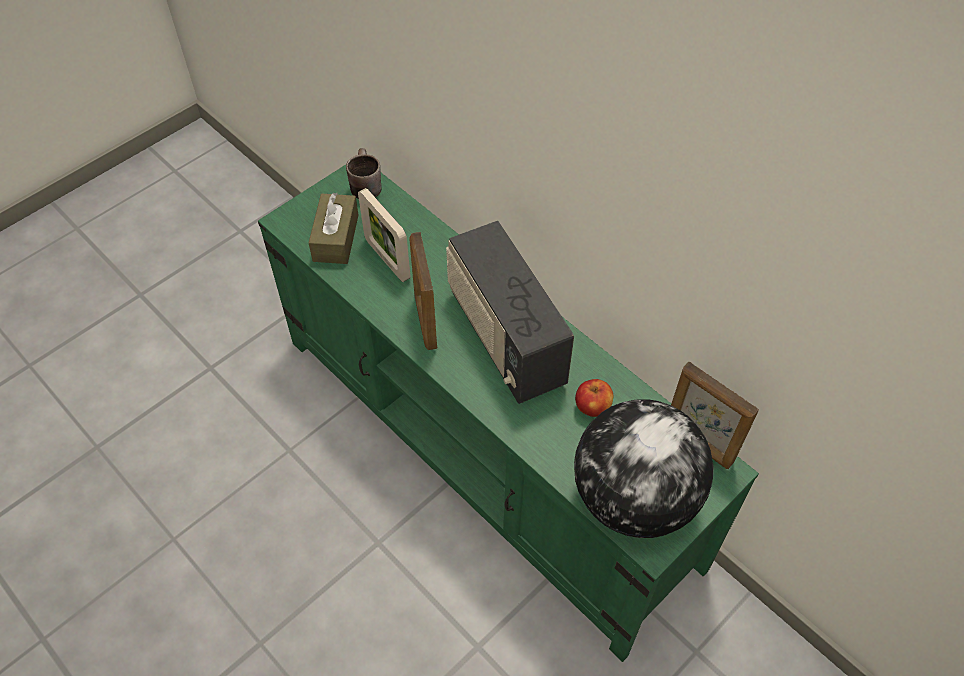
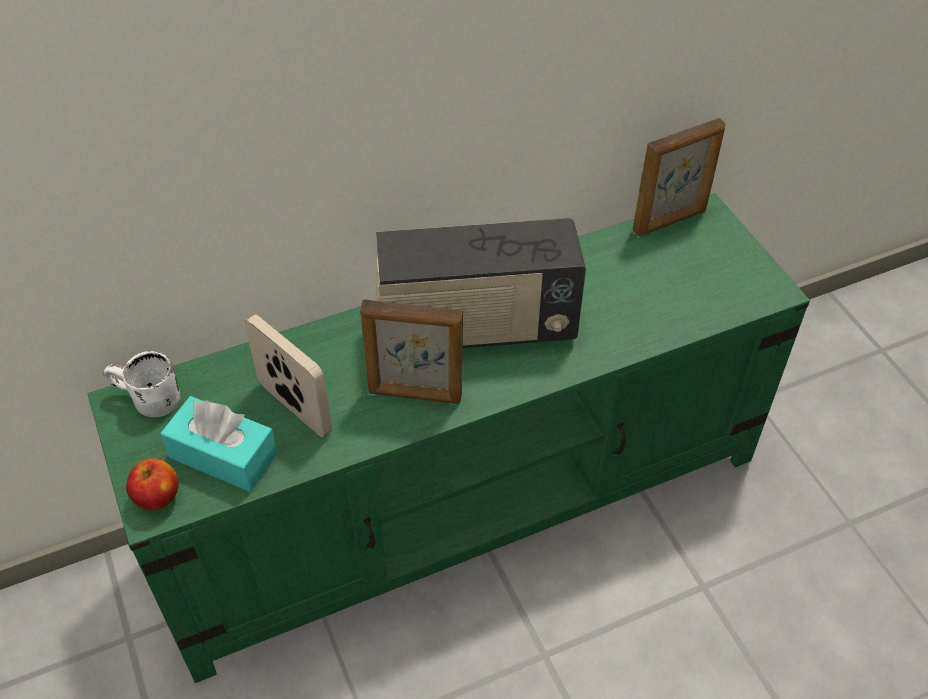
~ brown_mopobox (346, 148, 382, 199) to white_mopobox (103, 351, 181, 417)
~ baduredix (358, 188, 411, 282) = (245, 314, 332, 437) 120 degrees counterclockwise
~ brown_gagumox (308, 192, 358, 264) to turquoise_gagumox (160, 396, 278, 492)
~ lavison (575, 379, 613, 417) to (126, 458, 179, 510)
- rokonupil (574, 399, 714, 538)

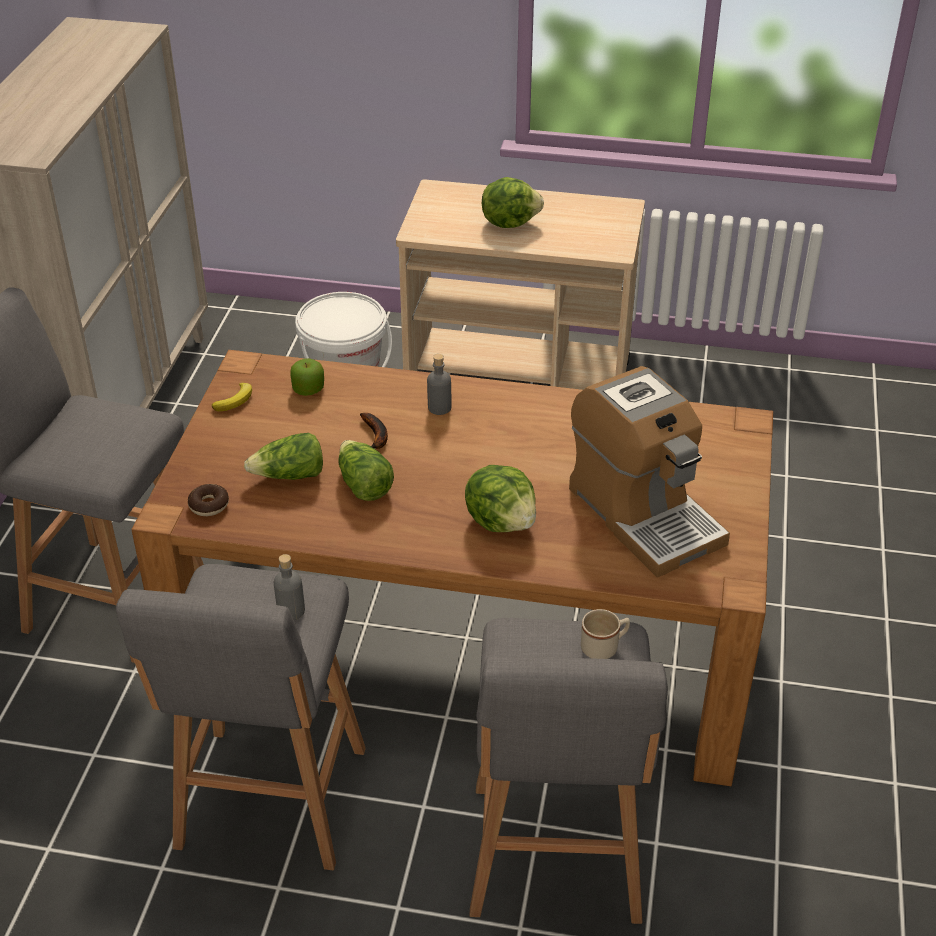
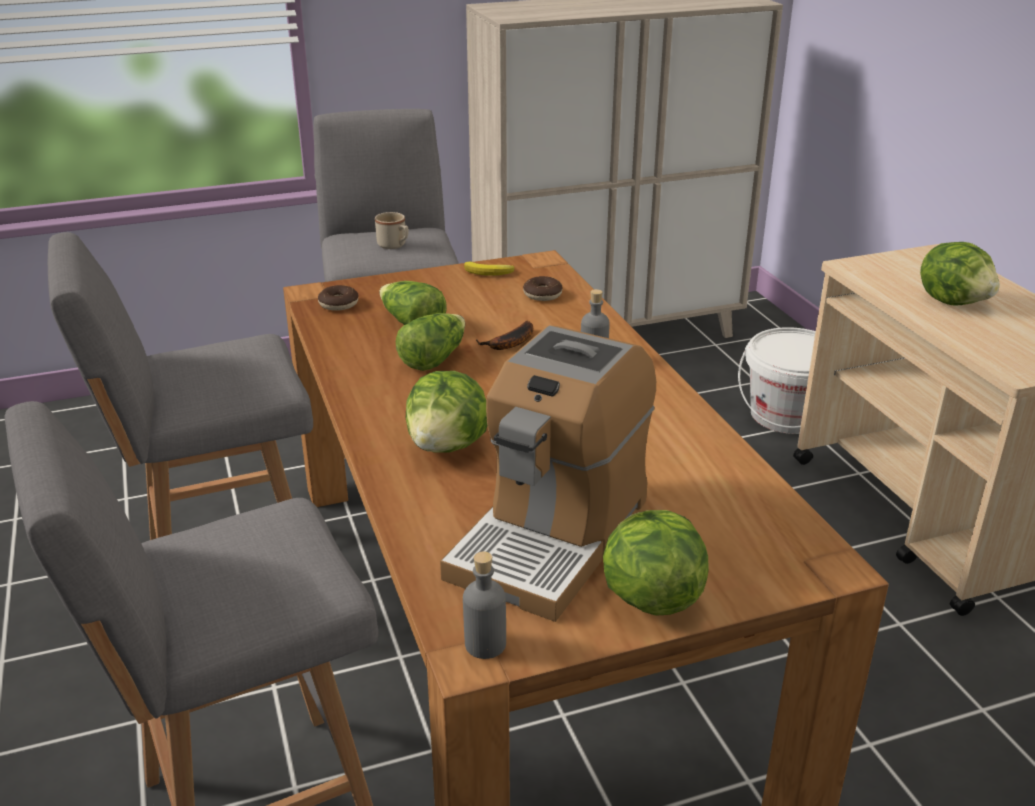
~ lavison (290, 358, 324, 396) to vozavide (523, 276, 563, 301)
~ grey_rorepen (274, 554, 305, 620) to (463, 551, 506, 659)
~ beige_mopobox (581, 609, 630, 659) to (375, 212, 408, 249)
+ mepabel (603, 510, 709, 616)

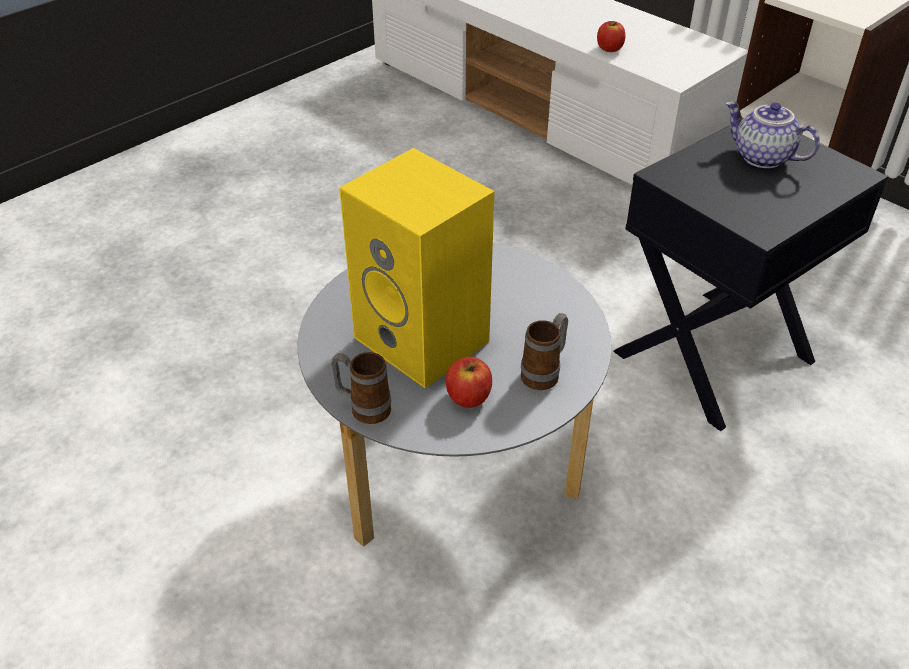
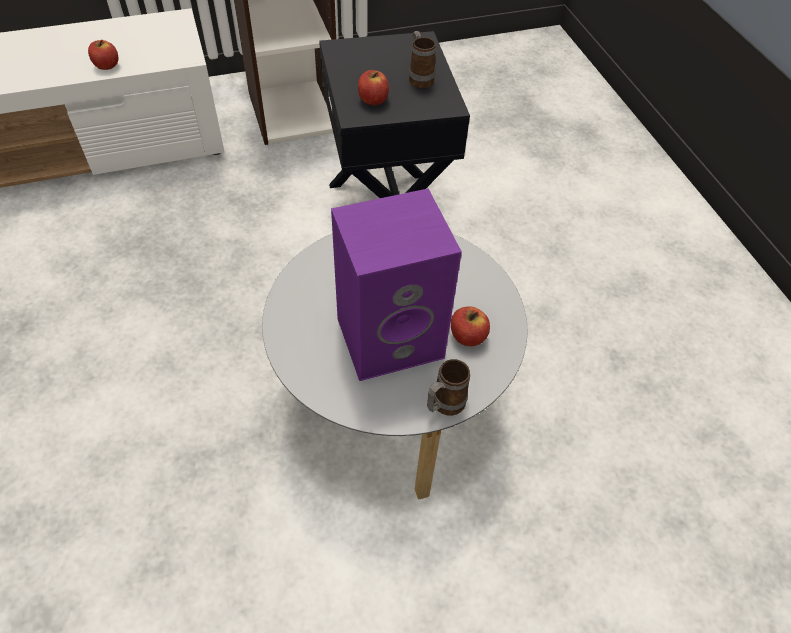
- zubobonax (725, 101, 820, 168)
~ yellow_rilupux (339, 148, 495, 388) to purple_rilupux (331, 188, 462, 381)
~ mopobox (521, 313, 568, 390) to (409, 31, 436, 89)
+ lavison (358, 70, 389, 105)

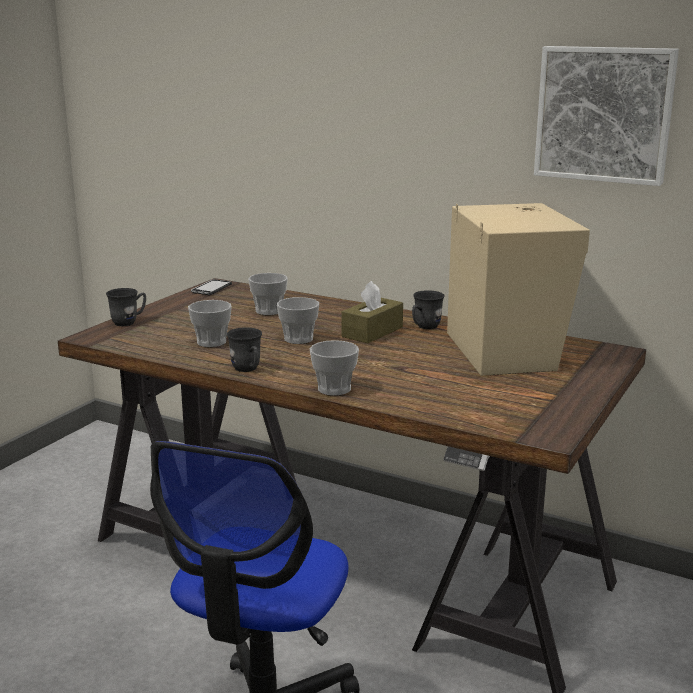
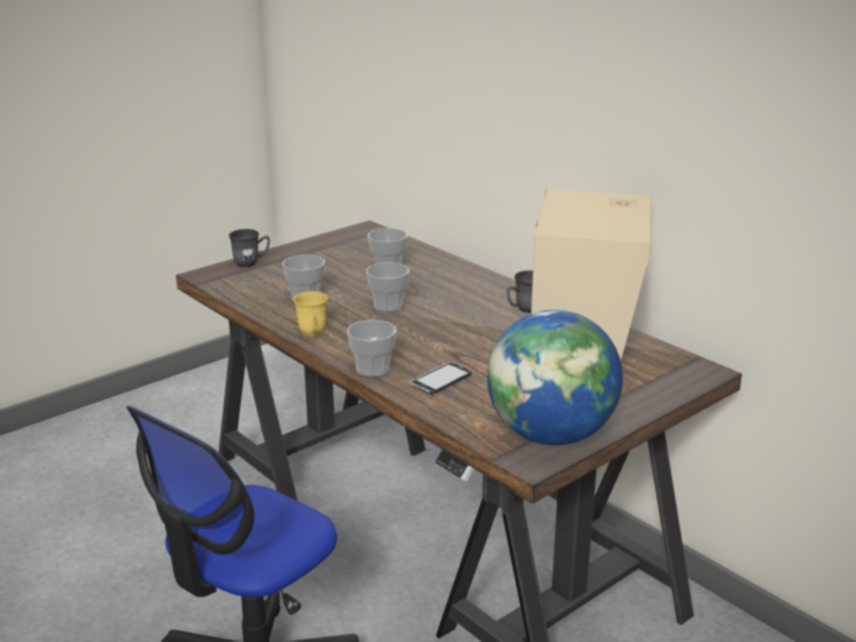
- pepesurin (534, 46, 679, 186)
~ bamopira (191, 279, 232, 295) to (410, 362, 472, 395)
- brown_gagumox (342, 281, 403, 344)
~ grey_mopobox (227, 327, 262, 372) to yellow_mopobox (293, 291, 328, 336)
+ rokonupil (487, 310, 623, 445)

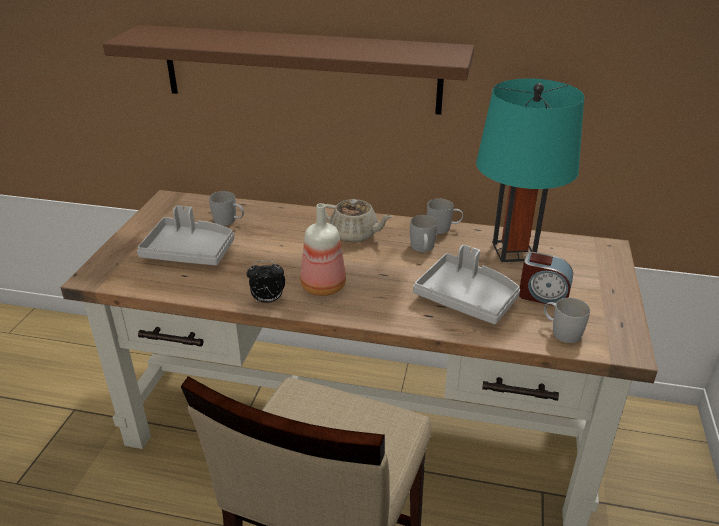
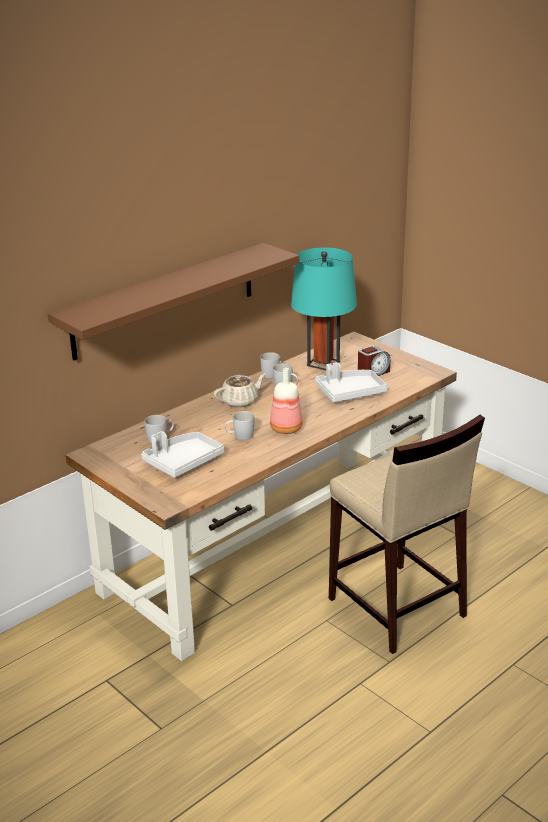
- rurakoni (247, 260, 285, 303)
~ white_mopobox (544, 298, 590, 343) to (225, 411, 255, 440)

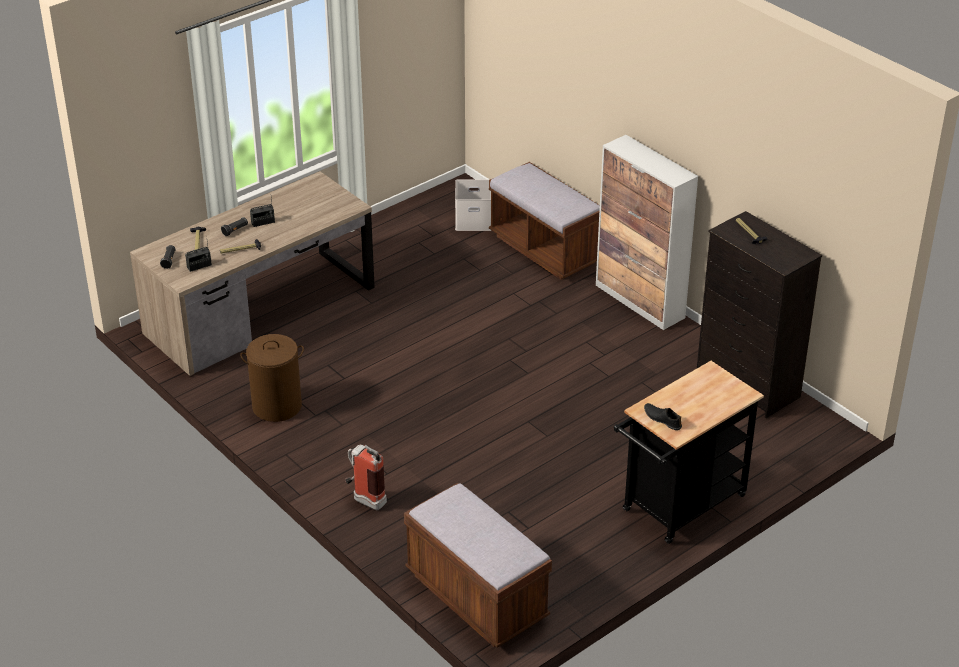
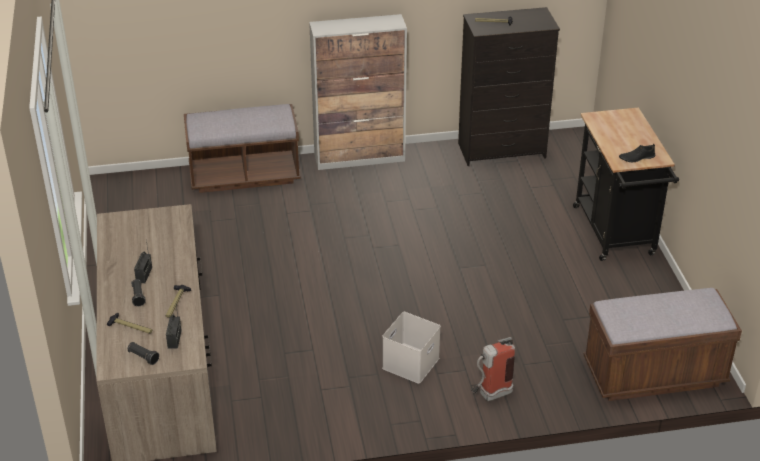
~ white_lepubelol (455, 180, 492, 231) to (382, 312, 441, 384)
- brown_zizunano (240, 334, 304, 422)

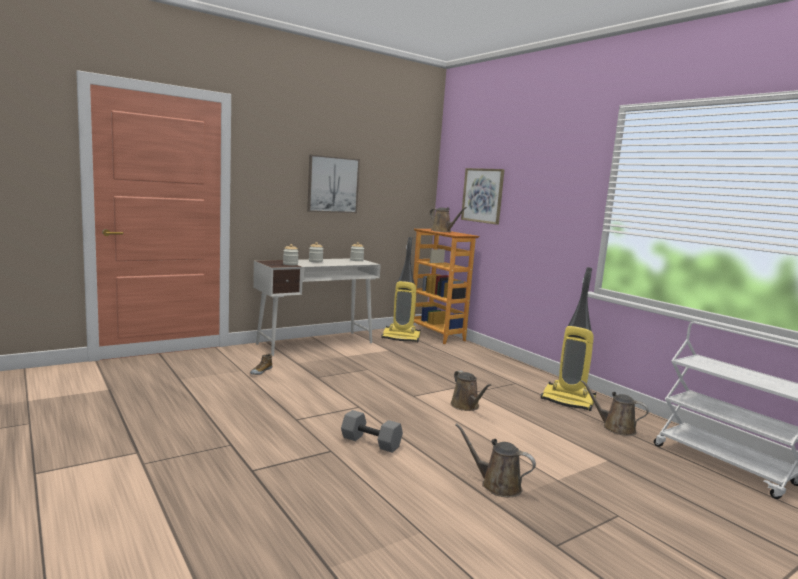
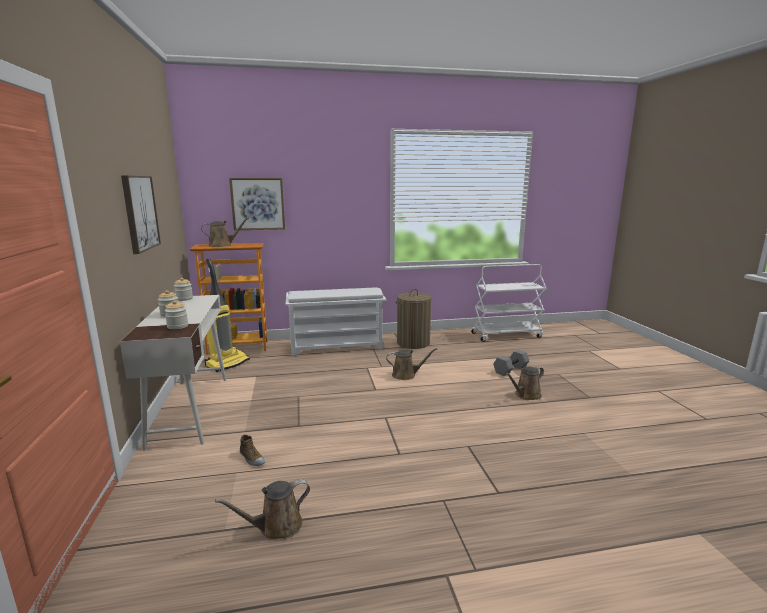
~ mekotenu (541, 267, 596, 411) to zizunano (396, 289, 432, 349)
~ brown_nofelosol (581, 380, 649, 436) to (215, 479, 310, 539)
~ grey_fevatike (341, 410, 403, 453) to (493, 350, 529, 376)
+ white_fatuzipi (286, 287, 386, 356)

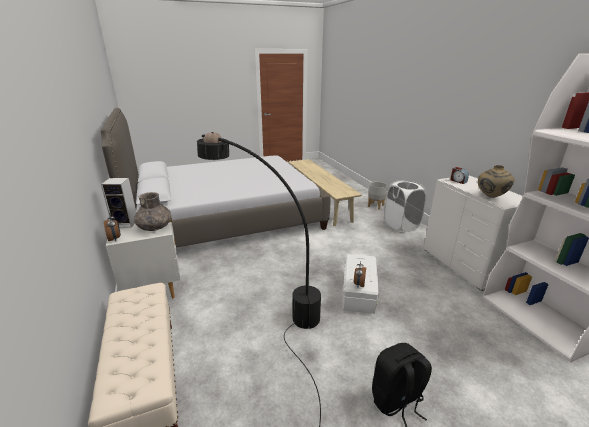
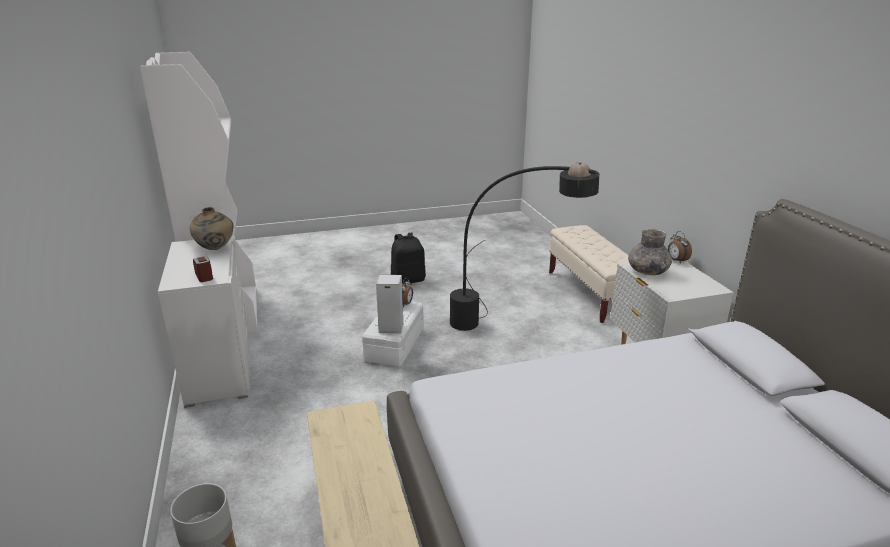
~ rilupux (101, 178, 137, 228) to (376, 274, 403, 333)
- white_zizunano (384, 180, 426, 232)

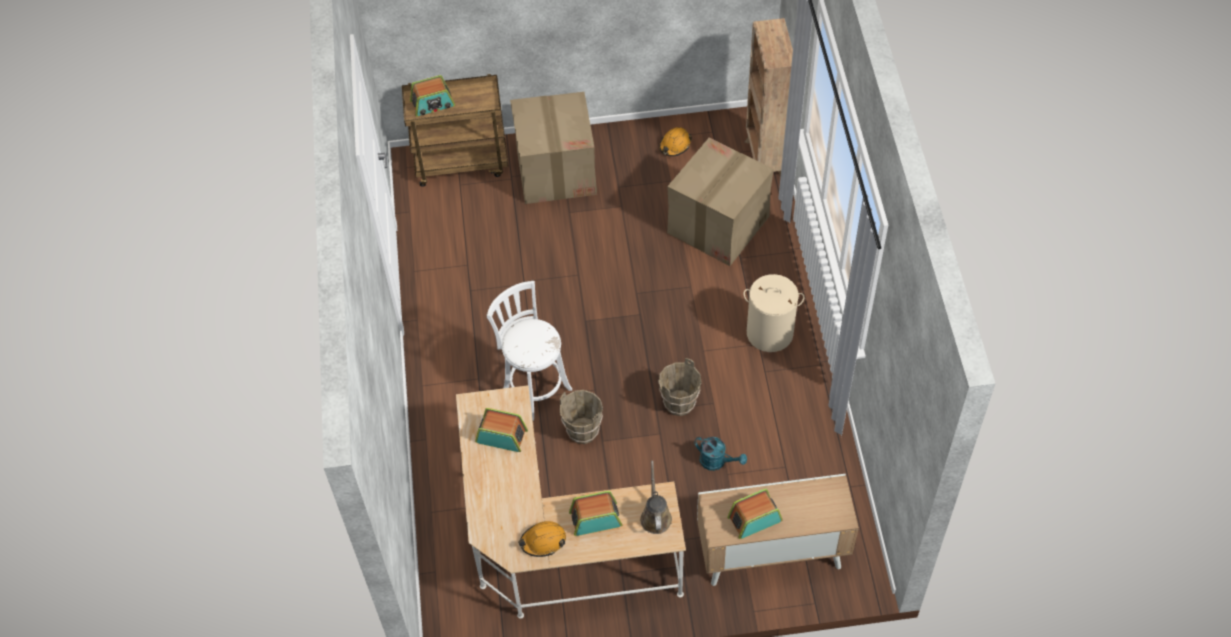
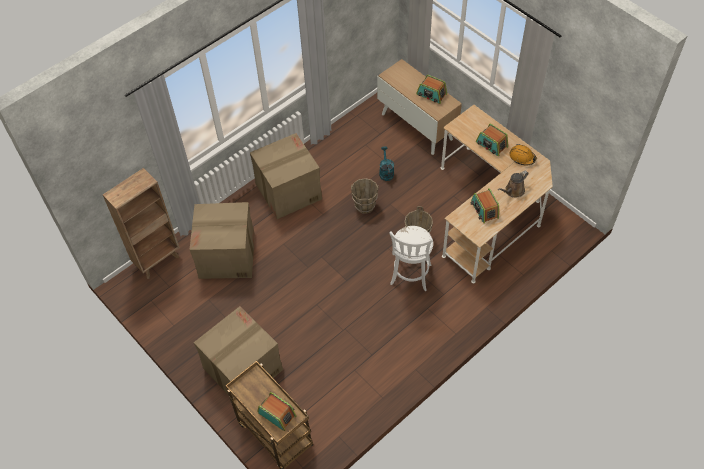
- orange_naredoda (659, 127, 692, 156)
~ beige_zizunano (744, 274, 804, 352) to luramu (250, 133, 322, 219)
~ brown_nofelosol (640, 461, 672, 534) to (497, 171, 529, 198)

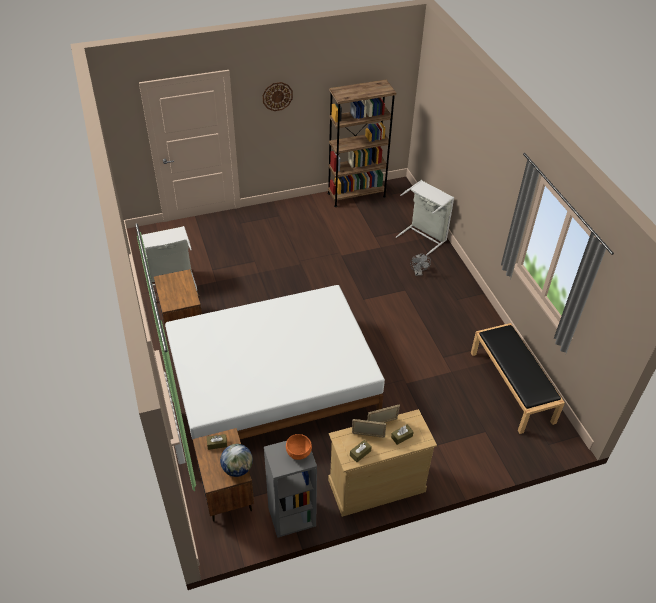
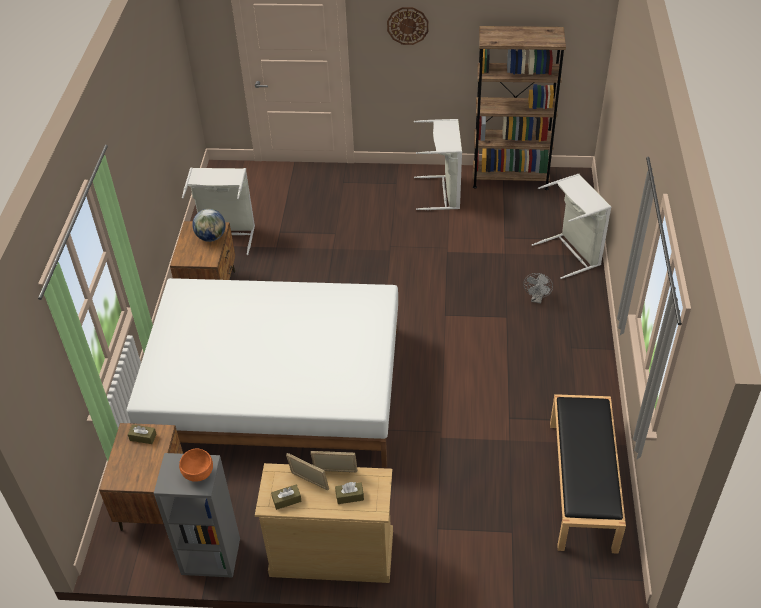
~ rokonupil (220, 444, 253, 477) to (192, 209, 226, 242)
+ grey_zizunano (414, 119, 462, 210)

